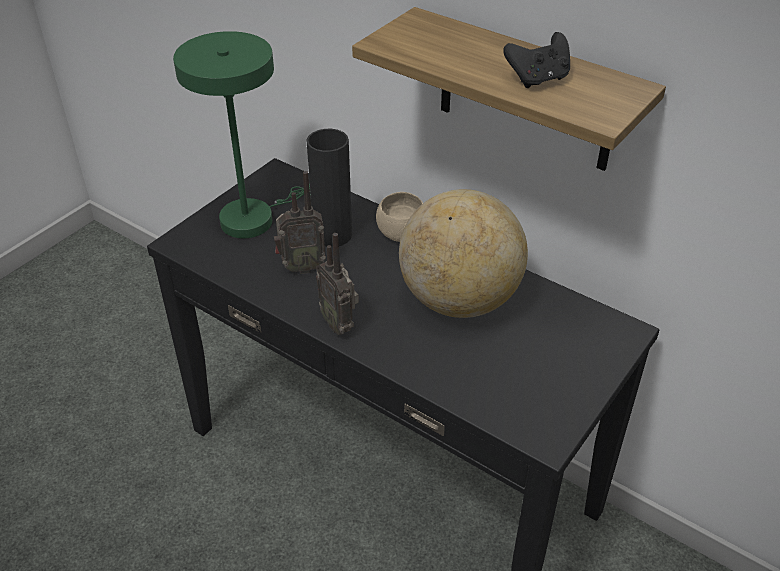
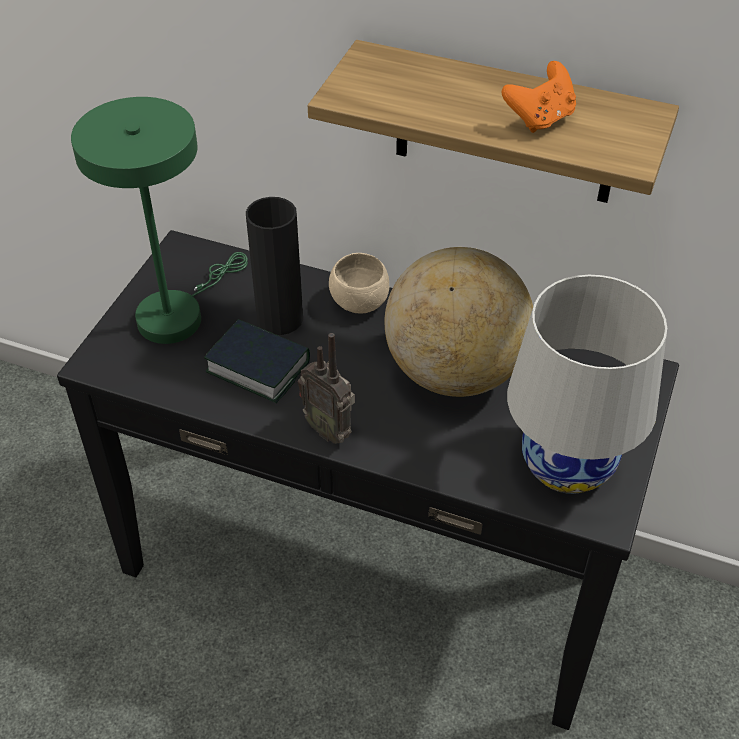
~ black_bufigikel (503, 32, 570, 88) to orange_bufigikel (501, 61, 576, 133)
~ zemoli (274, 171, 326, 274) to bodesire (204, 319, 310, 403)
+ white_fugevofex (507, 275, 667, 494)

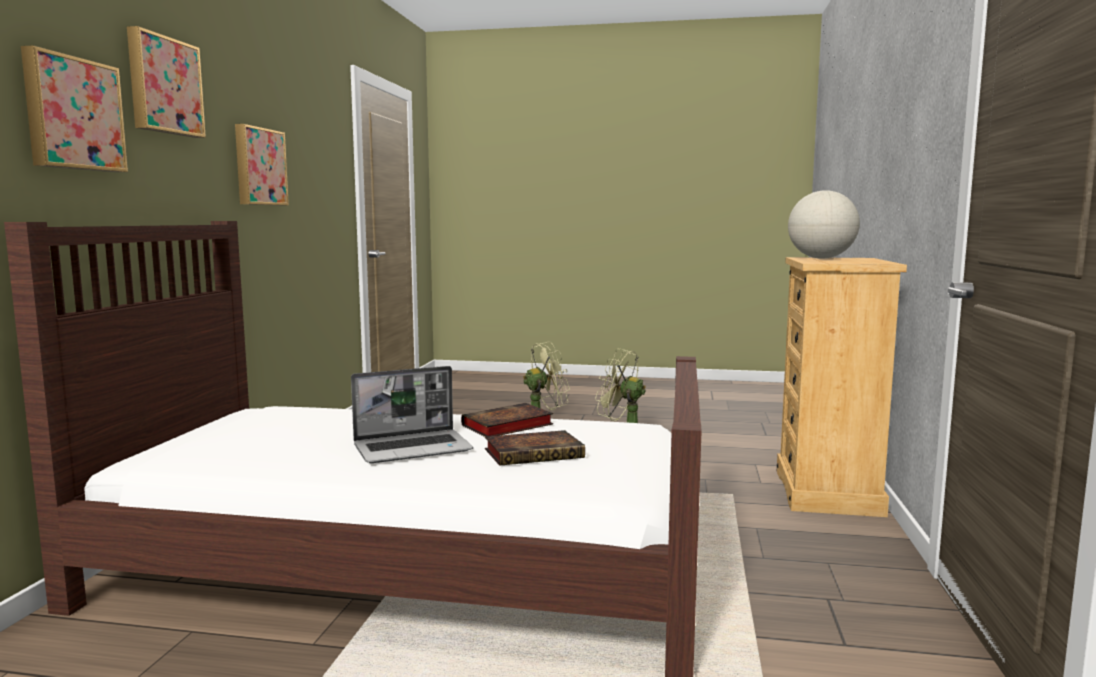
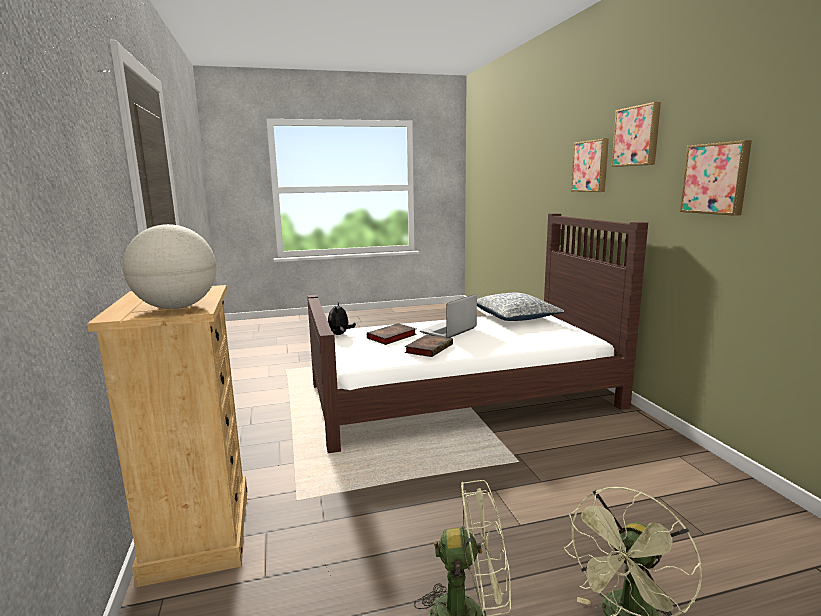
+ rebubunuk (477, 293, 564, 321)
+ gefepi (328, 303, 356, 335)

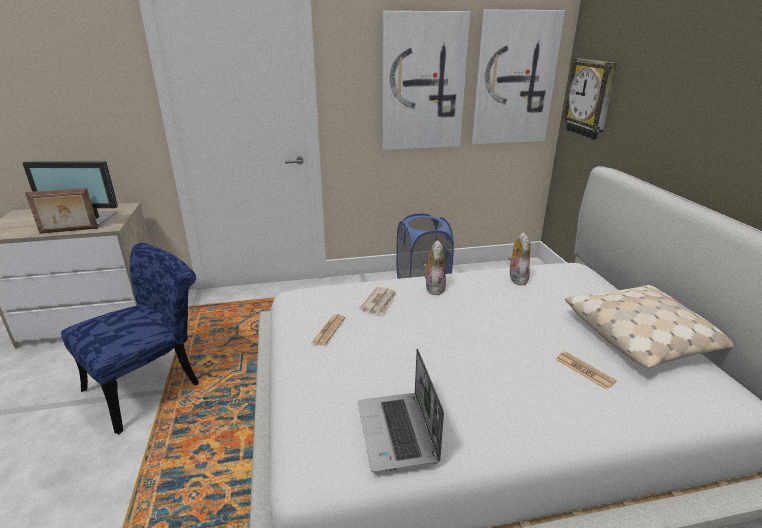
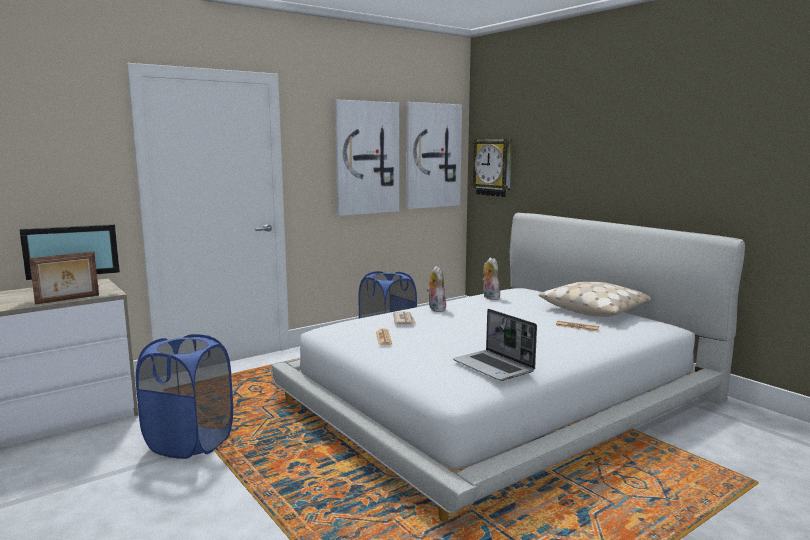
~ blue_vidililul (61, 243, 199, 434) to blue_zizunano (136, 334, 233, 459)

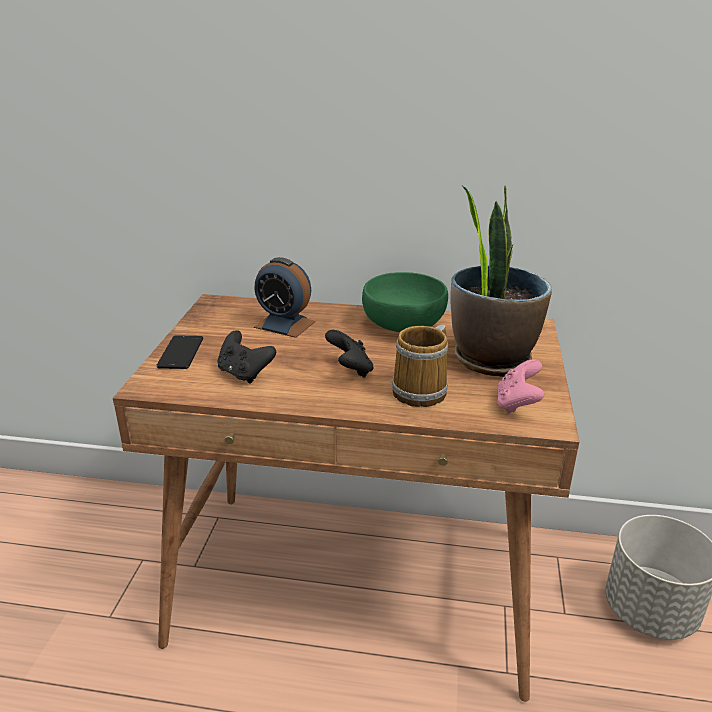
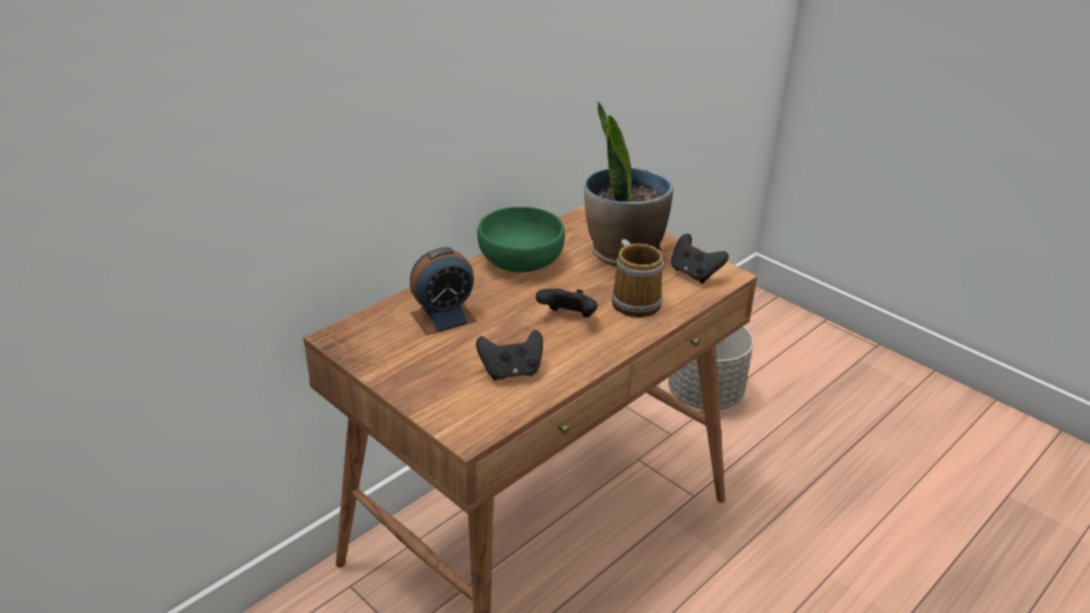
- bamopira (156, 335, 203, 369)
~ pink_bufigikel (497, 359, 545, 414) to black_bufigikel (671, 234, 729, 283)

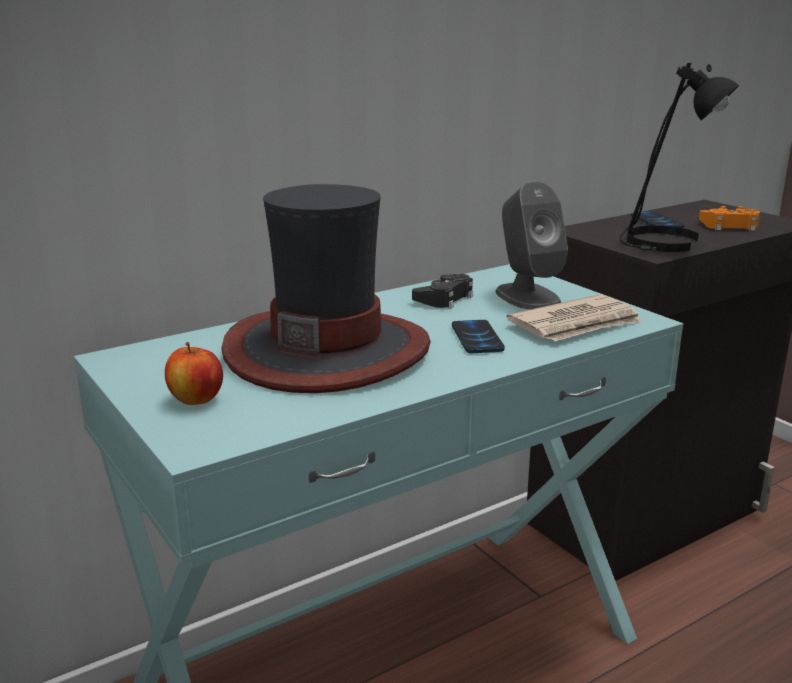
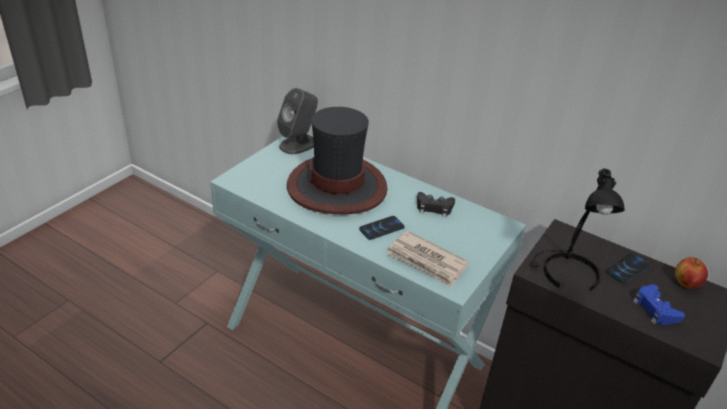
~ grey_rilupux (495, 181, 568, 310) to (277, 88, 318, 154)
~ orange_bufigikel (699, 206, 760, 231) to blue_bufigikel (633, 284, 685, 325)
~ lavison (165, 342, 223, 405) to (675, 257, 708, 289)

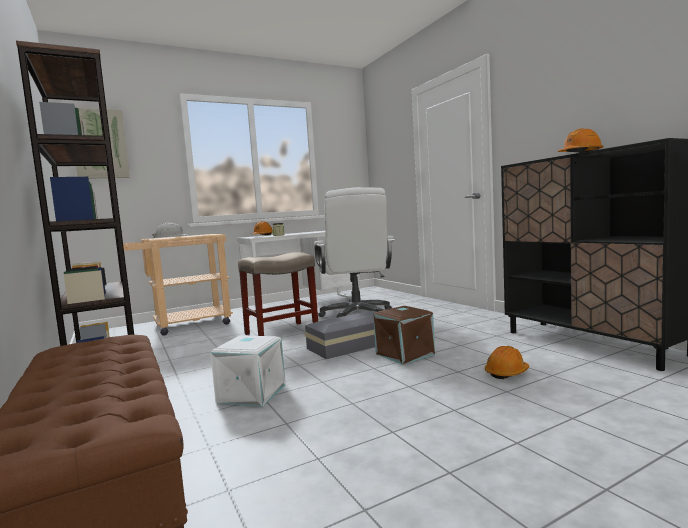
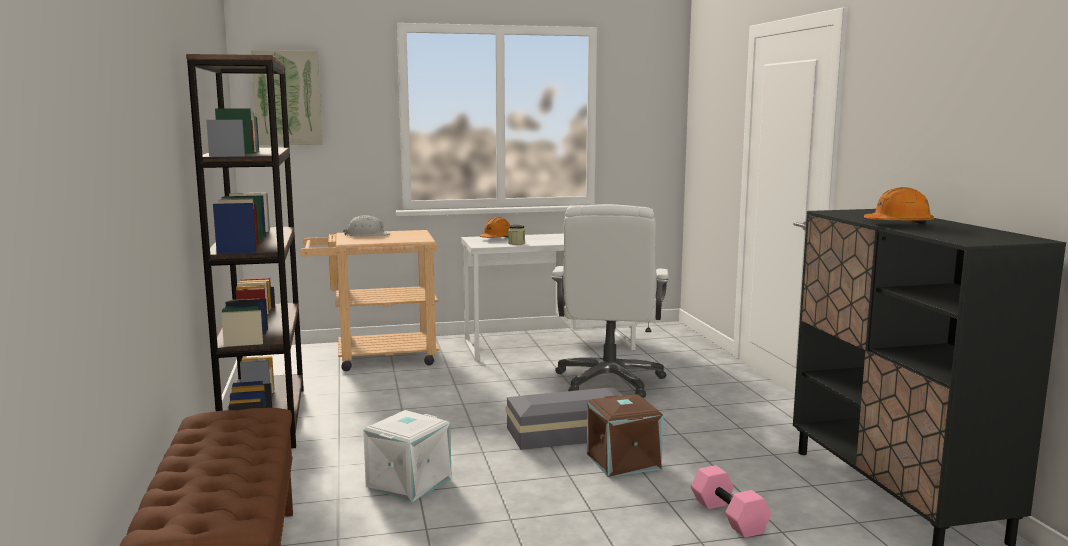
- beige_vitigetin (238, 252, 318, 336)
~ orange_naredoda (485, 346, 529, 379) to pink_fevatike (691, 465, 771, 538)

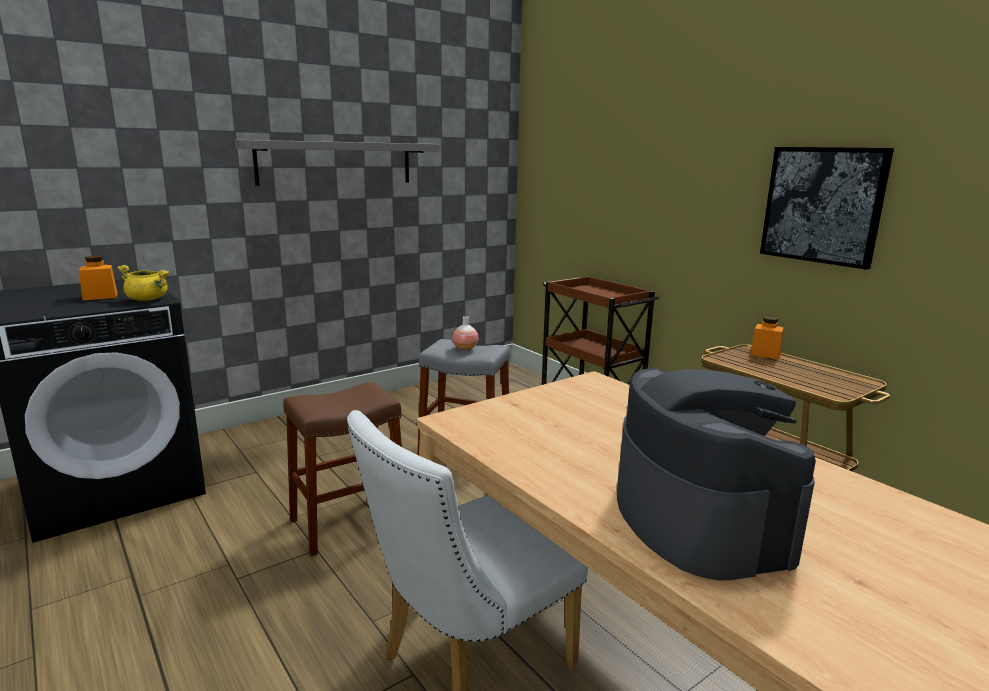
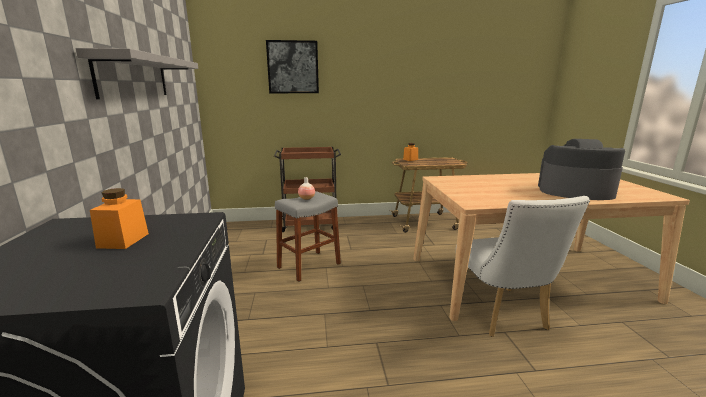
~ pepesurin (760, 147, 894, 270) to (266, 40, 319, 93)
- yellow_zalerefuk (117, 265, 170, 301)
- brown_vitigetin (283, 382, 402, 556)

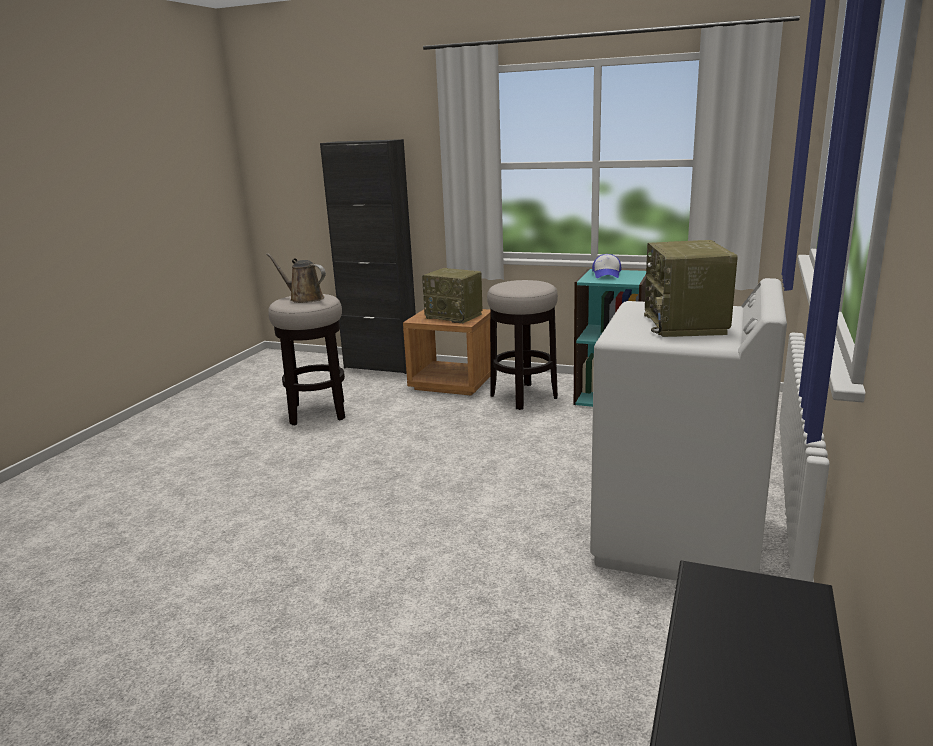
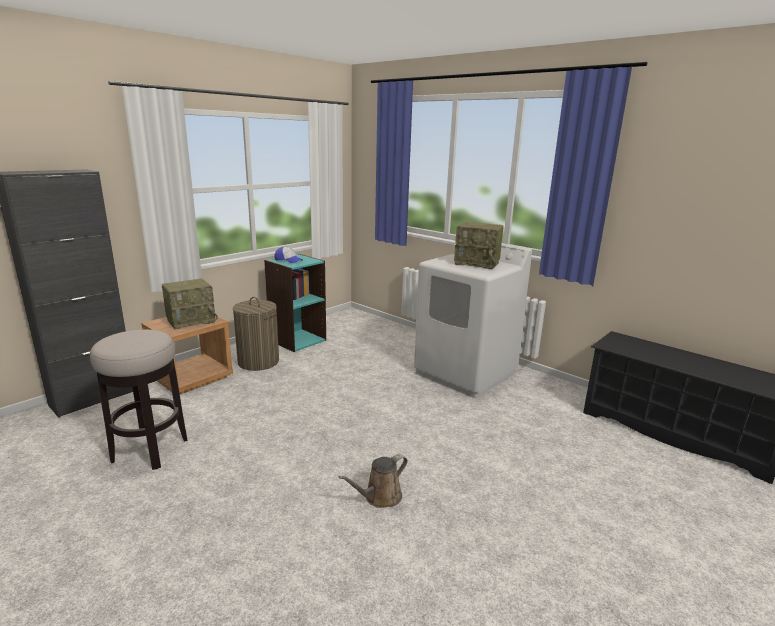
~ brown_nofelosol (266, 253, 326, 303) to (338, 454, 407, 508)
~ vitigetin (487, 280, 558, 410) to zizunano (233, 297, 279, 371)

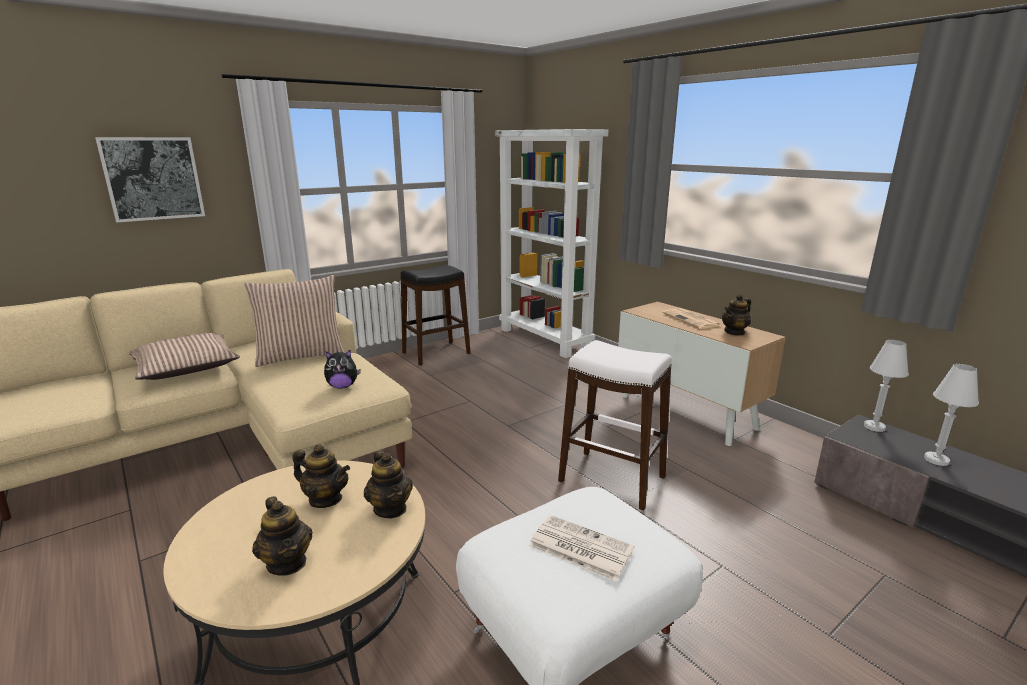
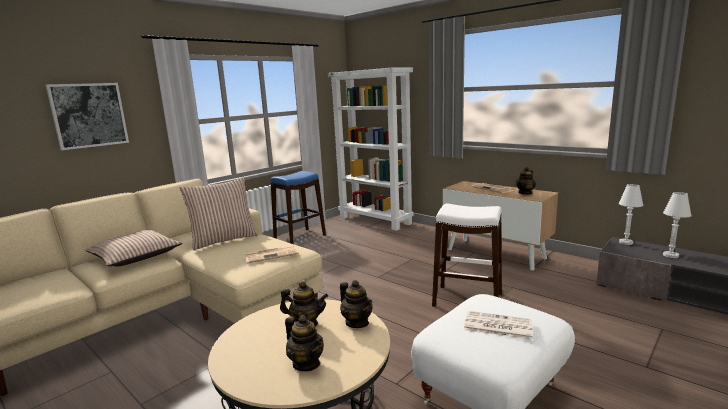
~ black_vitigetin (400, 265, 471, 366) to blue_vitigetin (270, 171, 326, 244)
~ gefepi (324, 349, 361, 389) to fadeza (244, 245, 299, 264)

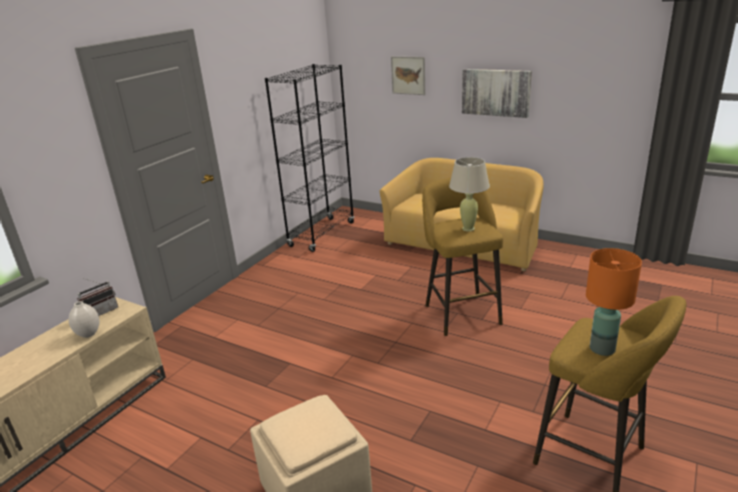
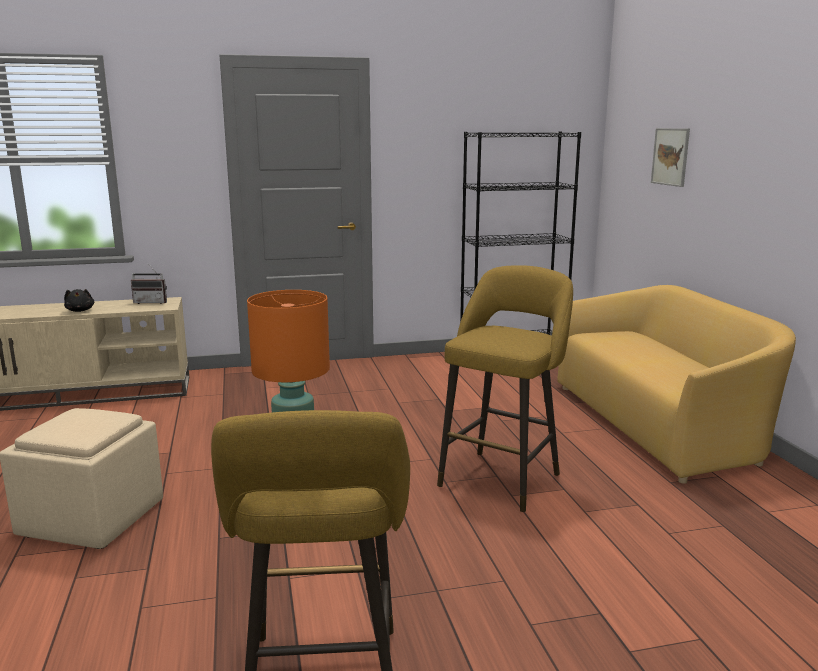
- pepesurin (462, 69, 532, 118)
- beige_fugevofex (449, 157, 490, 232)
- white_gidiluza (68, 301, 100, 338)
+ black_gefepi (64, 289, 94, 312)

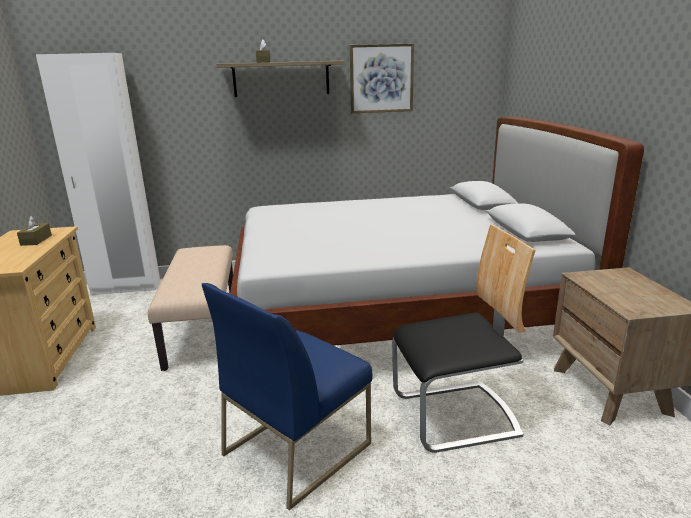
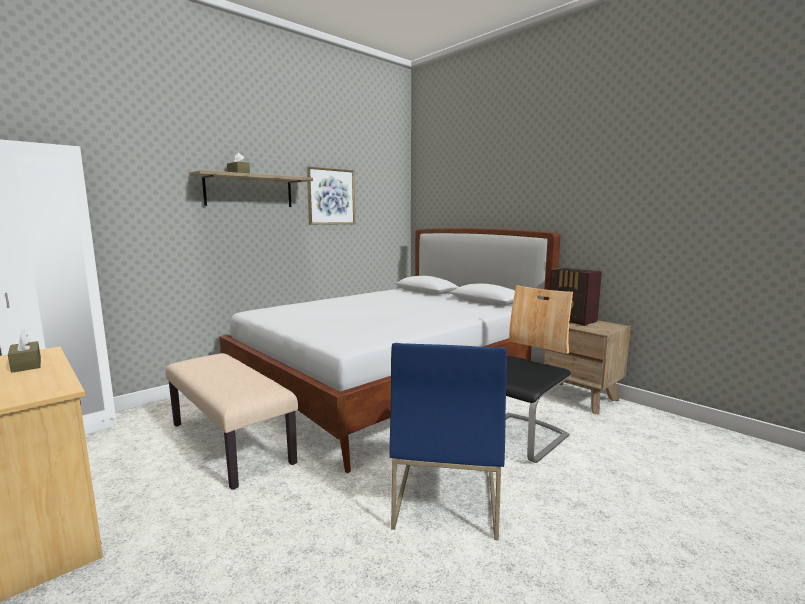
+ zemoli (550, 268, 602, 326)

